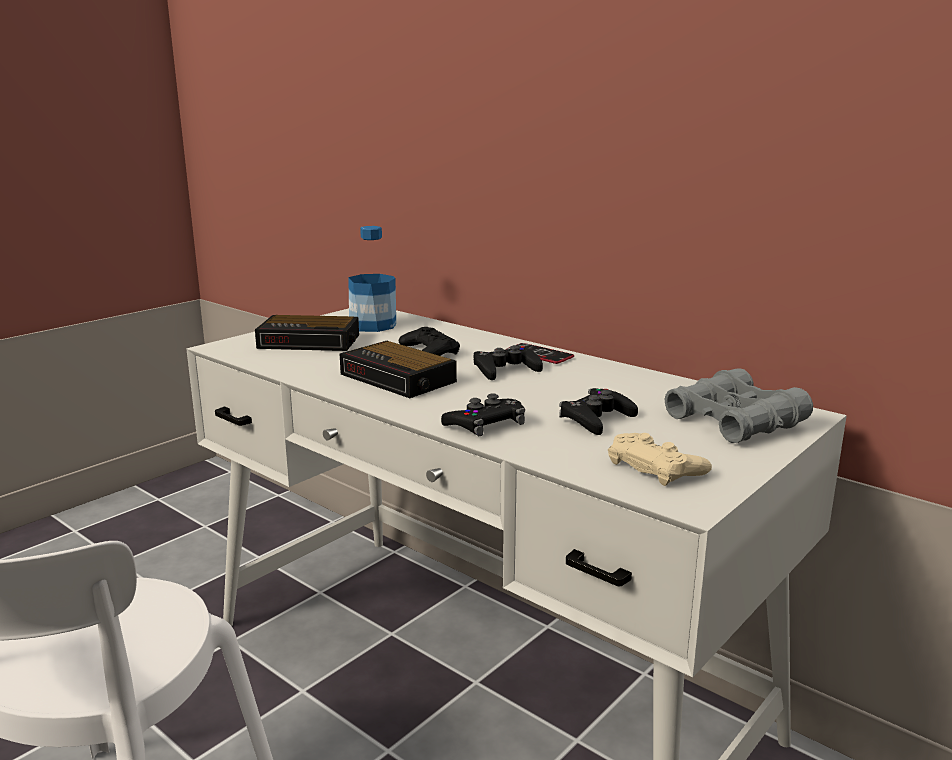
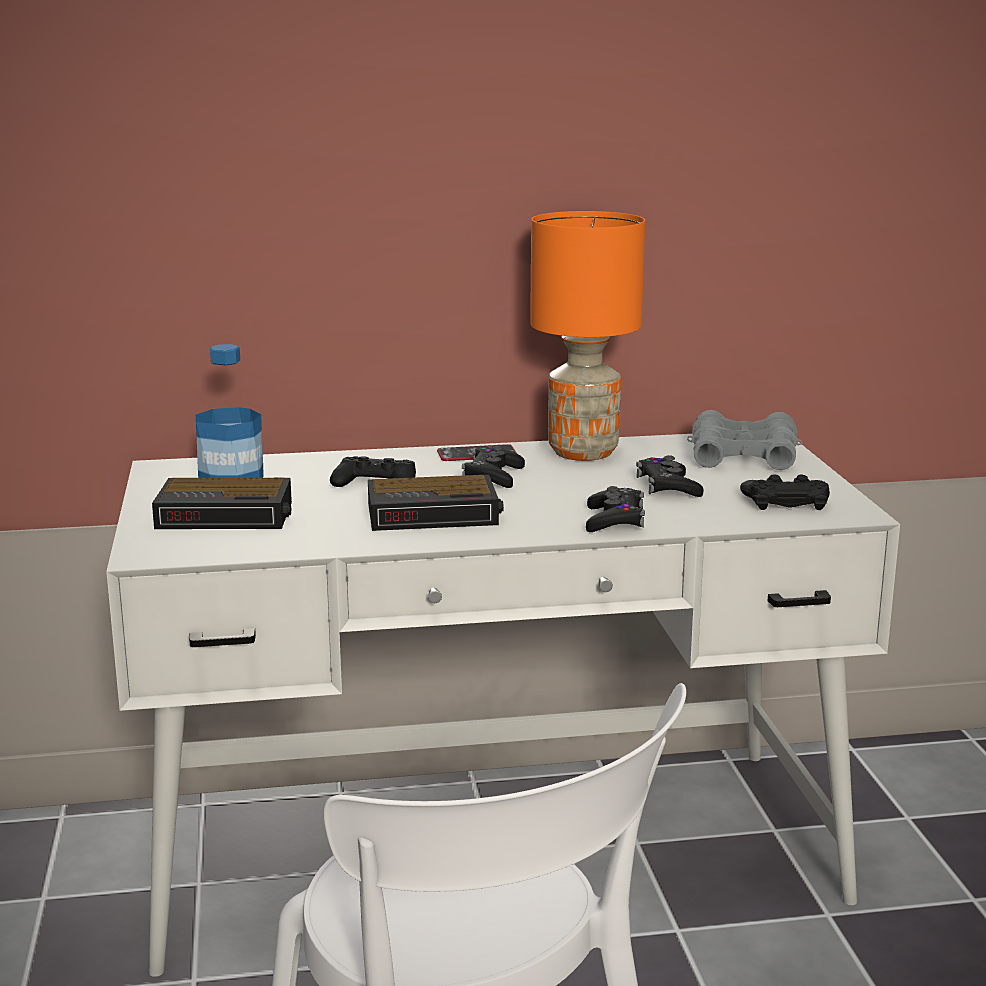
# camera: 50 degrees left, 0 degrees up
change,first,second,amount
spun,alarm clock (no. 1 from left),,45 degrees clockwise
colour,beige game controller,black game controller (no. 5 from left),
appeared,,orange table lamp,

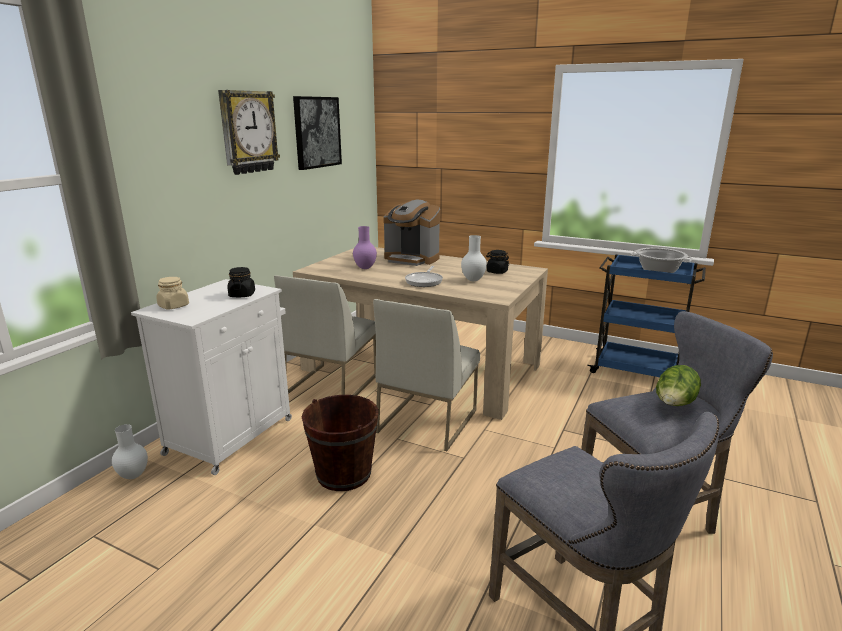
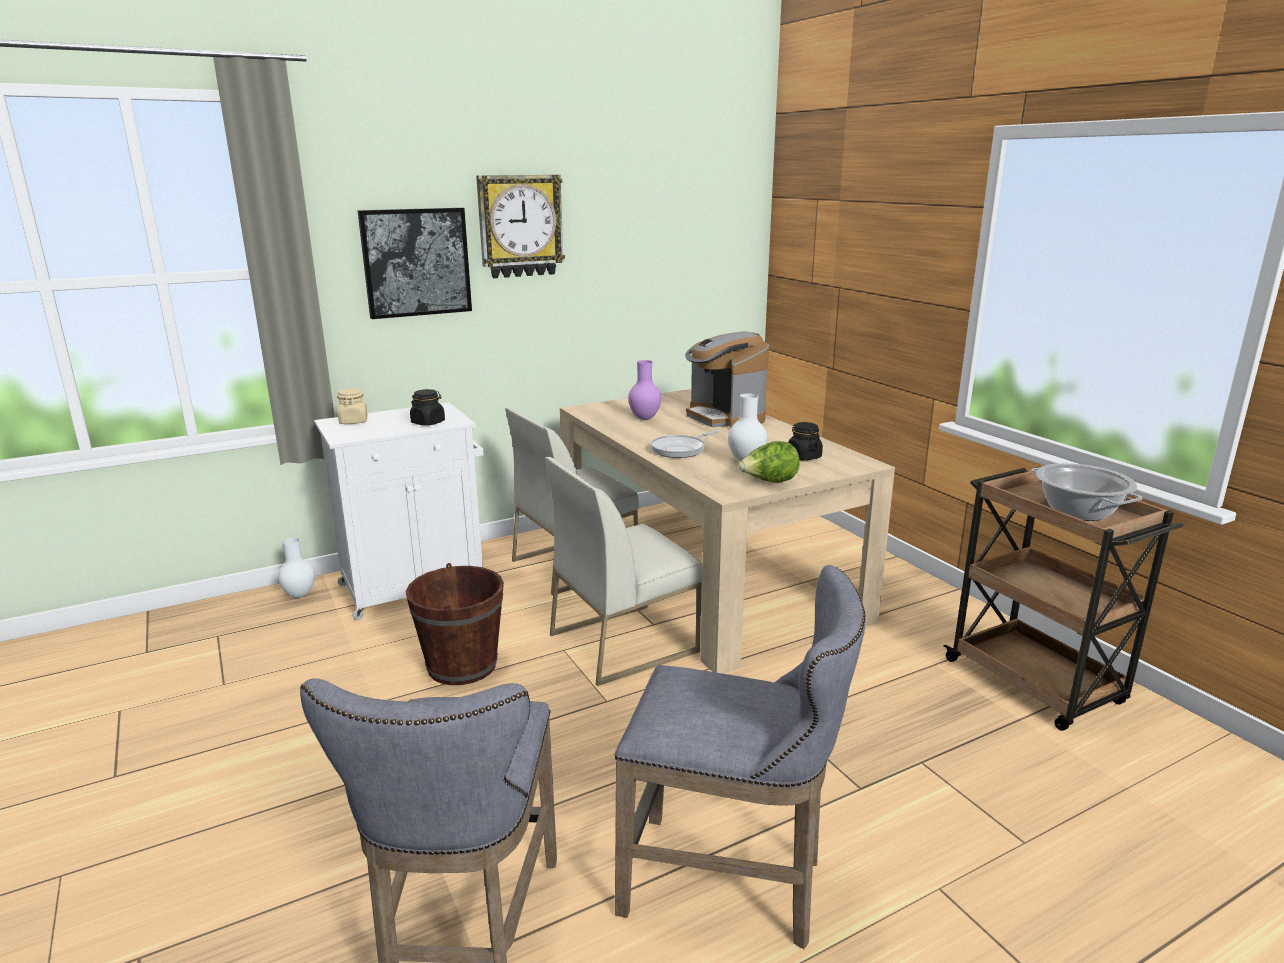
# camera: 35 degrees right, 0 degrees up
change,first,second,amount
relocated,picture,,
colour,blue cart,brown cart,
relocated,lettuce,,

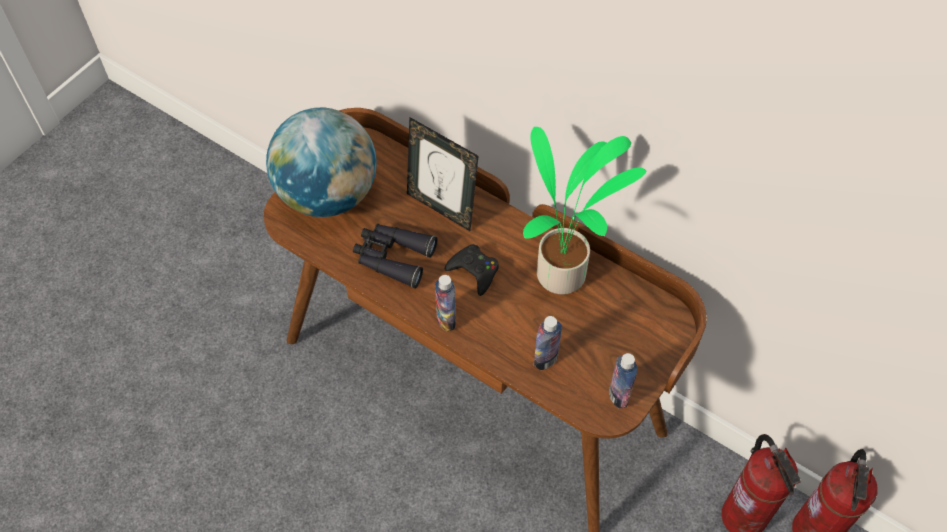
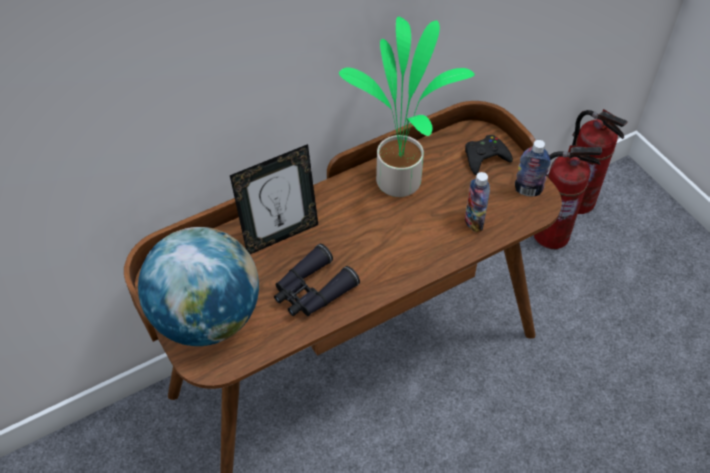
# camera: 65 degrees left, 5 degrees down
change,first,second,amount
relocated,black game controller,,
missing,bottle (no. 1 from left),,

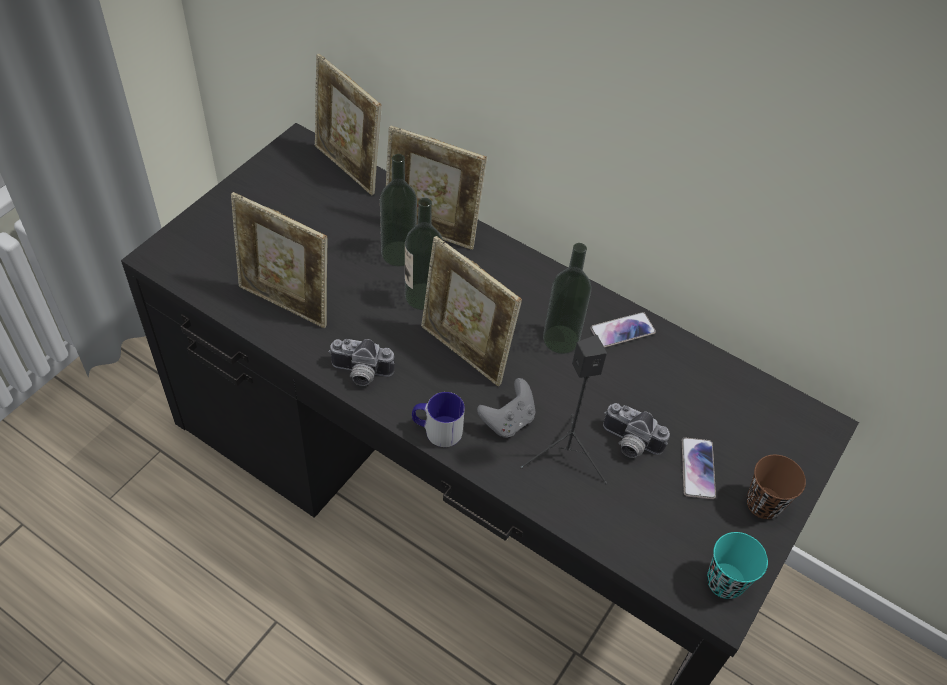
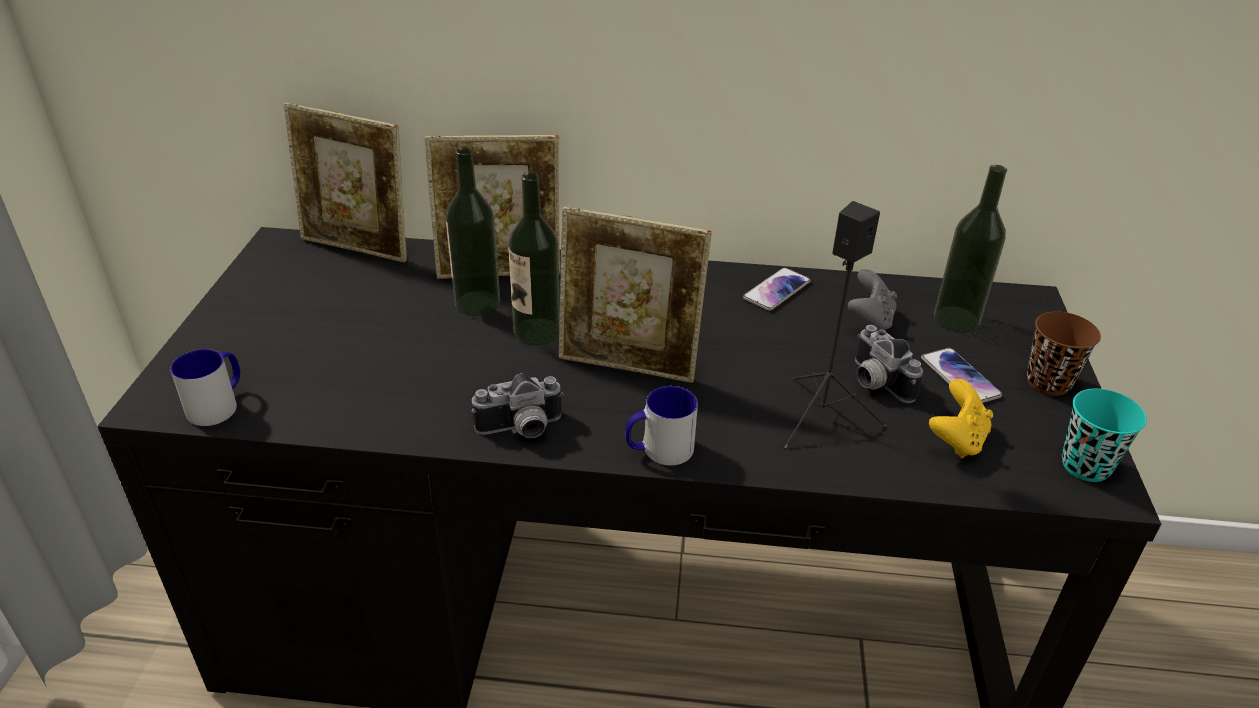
# camera: 25 degrees left, 15 degrees down
change,first,second,amount
missing,picture frame (no. 1 from left),,
relocated,bottle (no. 3 from left),,
relocated,grey game controller,,
spun,photo camera (no. 2 from left),,60 degrees clockwise
appeared,,mug (no. 1 from left),
appeared,,yellow game controller,

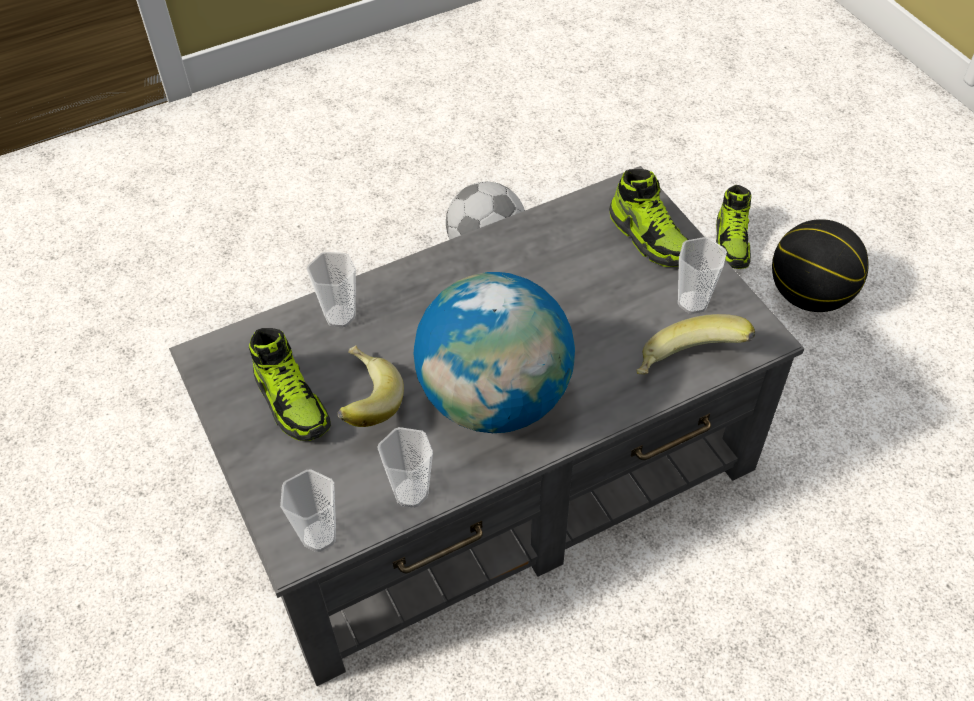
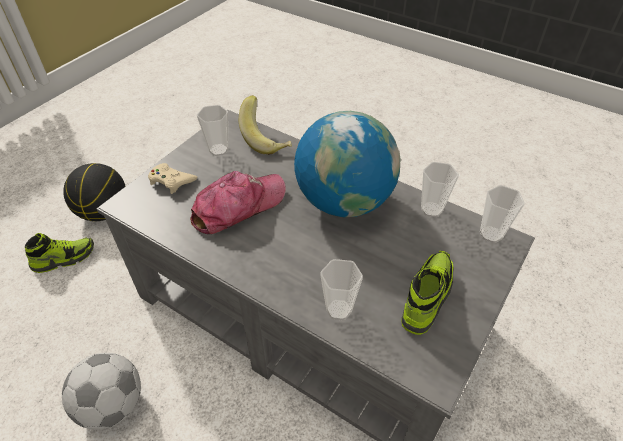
# camera: 120 degrees left, 5 degrees down
change,first,second,amount
exchanged,shoe (no. 2 from left),beige game controller,
missing,banana (no. 1 from left),,
appeared,,cap,

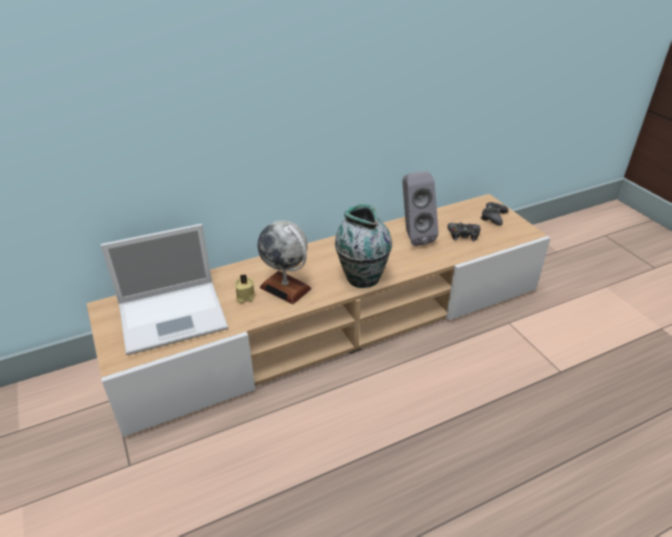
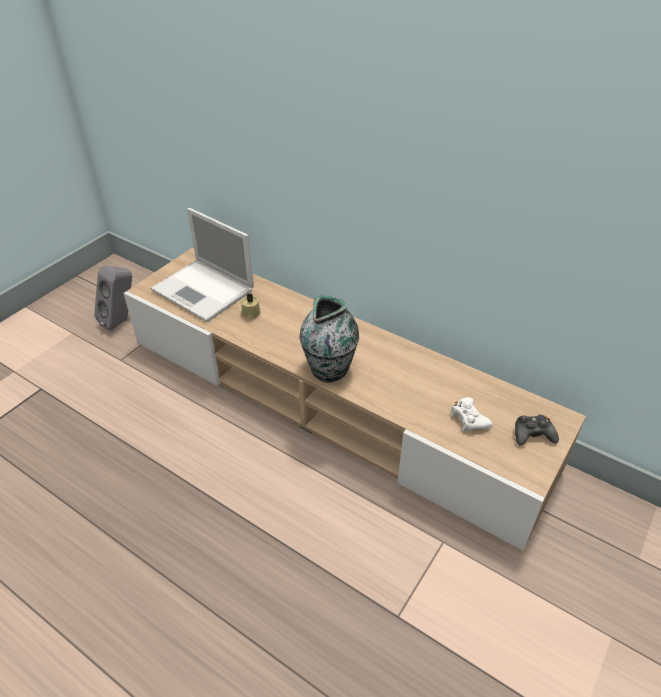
# camera: 60 degrees right, 5 degrees up
change,first,second,amount
relocated,grey speaker,,
missing,globe,,
colour,black game controller (no. 1 from left),white game controller,

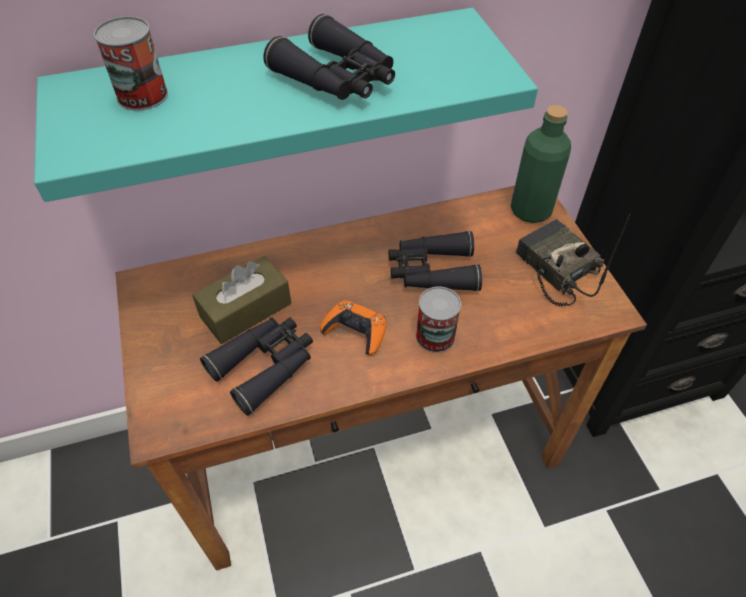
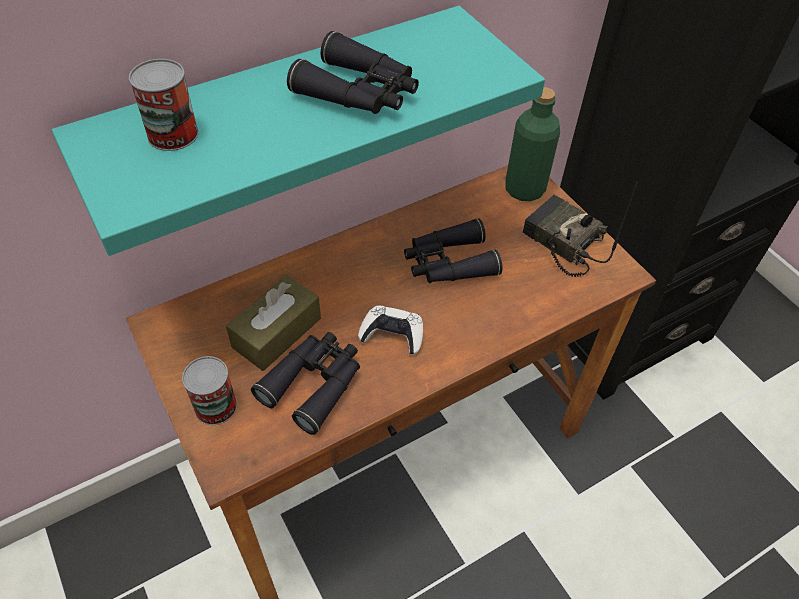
# camera: 15 degrees left, 0 degrees up
change,first,second,amount
relocated,can (no. 2 from left),,
colour,orange game controller,white game controller,

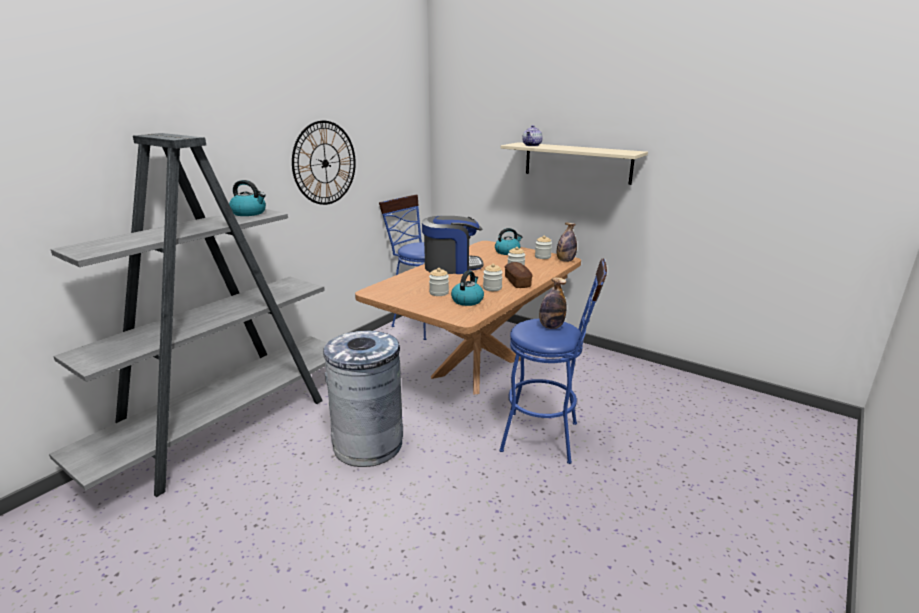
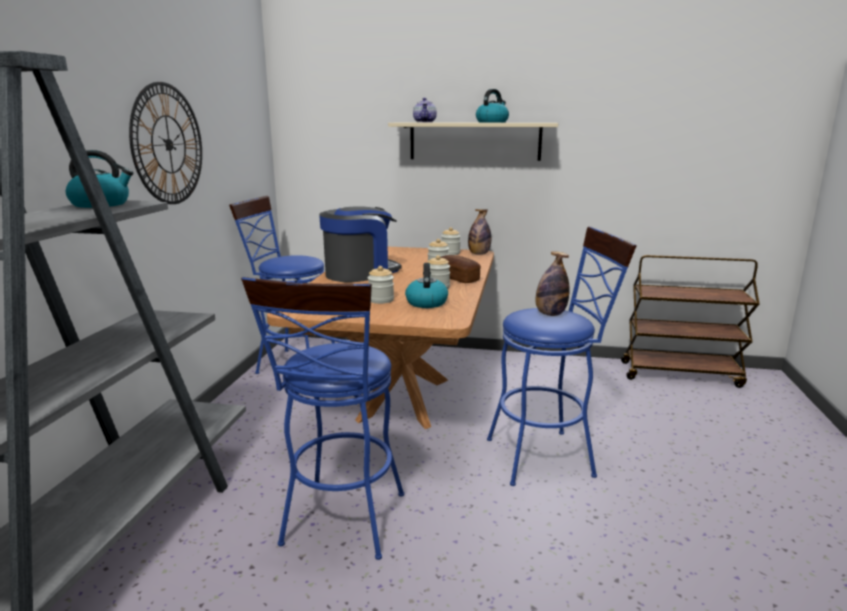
# camera: 25 degrees left, 5 degrees down
change,first,second,amount
relocated,kettle (no. 3 from left),,
exchanged,grey trash can,blue stool (no. 2 from left),
appeared,,brown cart,

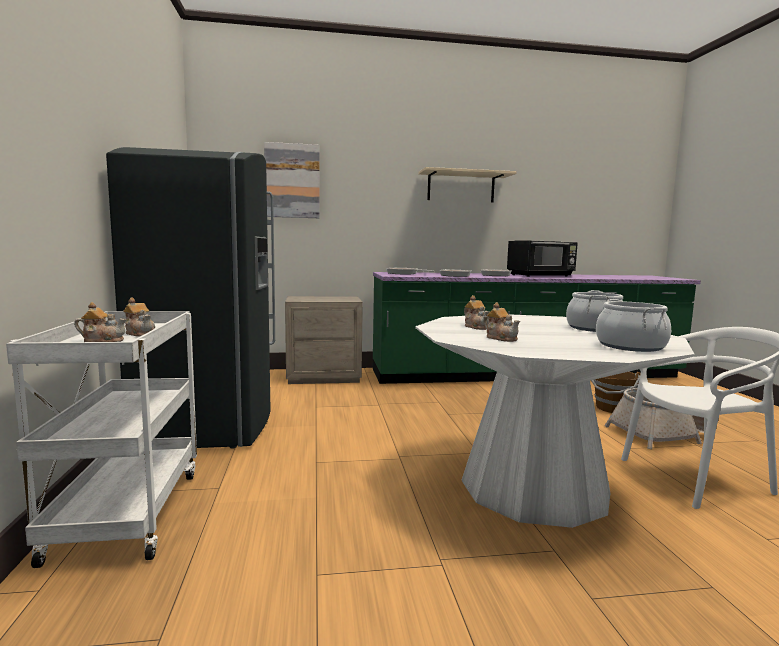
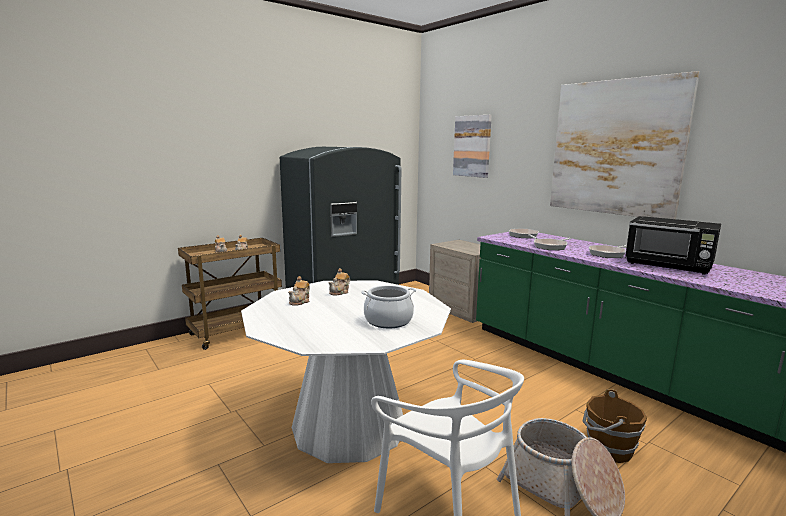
# camera: 60 degrees right, 5 degrees up
change,first,second,amount
exchanged,beige shelf,picture (no. 2 from left),
missing,cooking pot (no. 2 from left),,
colour,white cart,brown cart,

